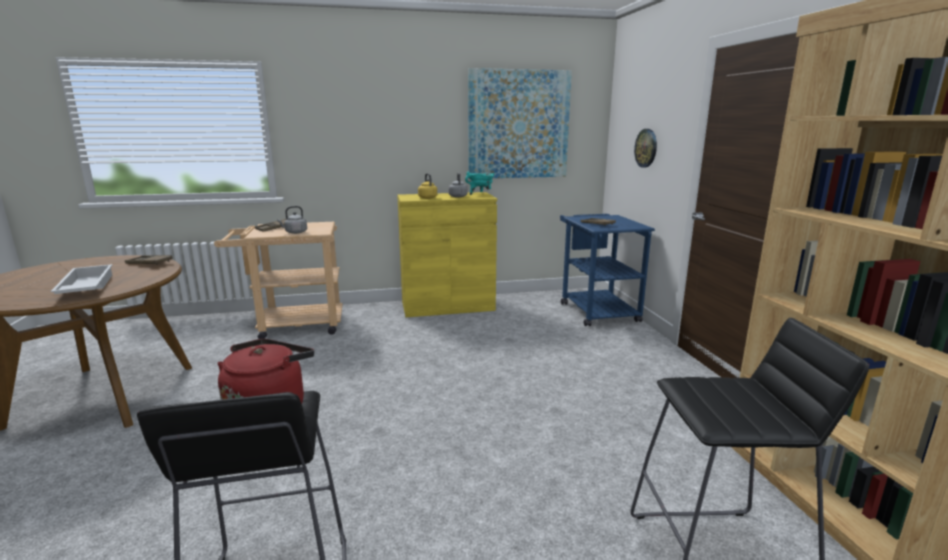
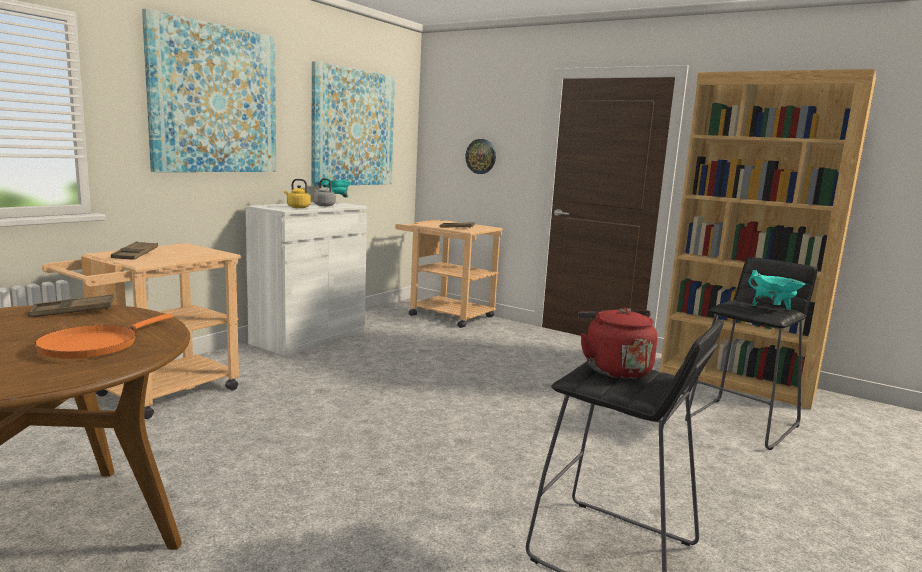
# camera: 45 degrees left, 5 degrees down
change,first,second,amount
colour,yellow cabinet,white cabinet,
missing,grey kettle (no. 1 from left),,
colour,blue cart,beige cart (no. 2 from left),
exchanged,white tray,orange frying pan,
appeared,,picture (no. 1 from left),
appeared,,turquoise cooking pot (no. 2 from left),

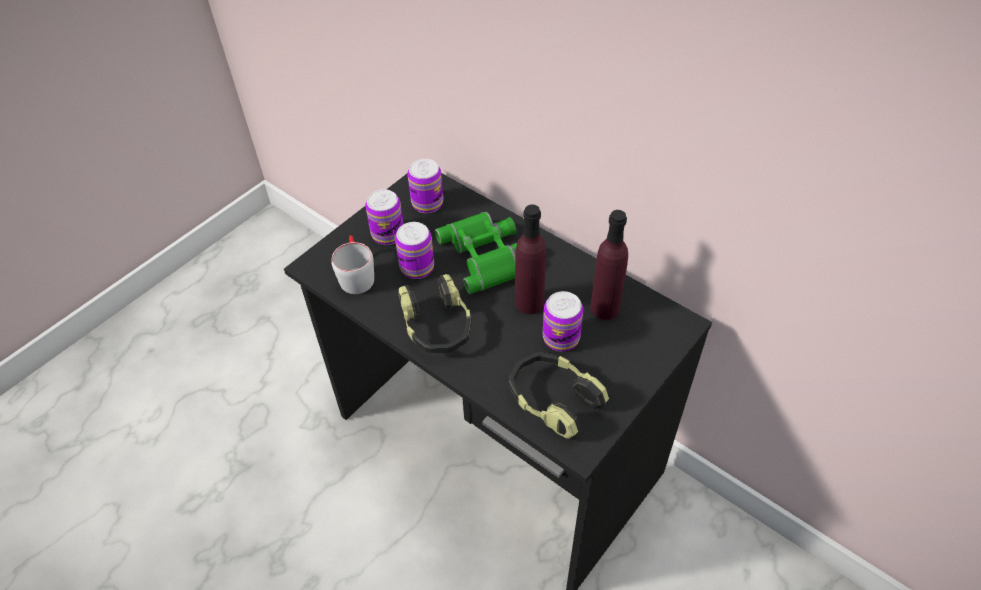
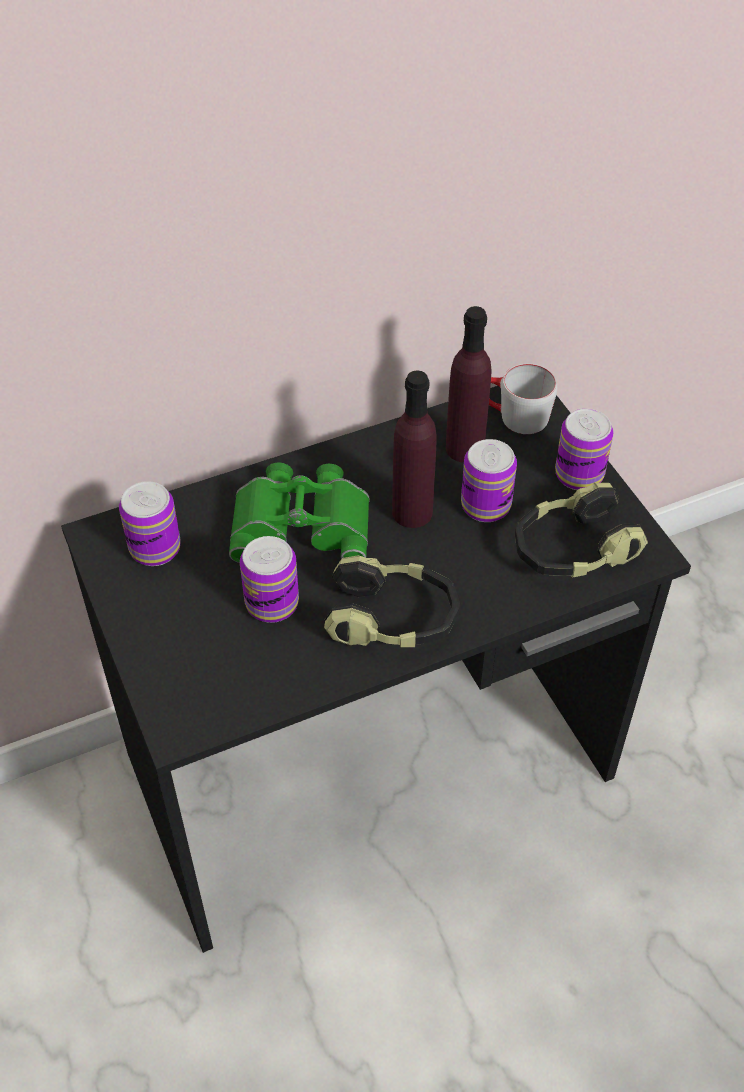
# camera: 65 degrees left, 0 degrees up
change,first,second,amount
relocated,can (no. 1 from left in the first image),can (no. 4 from left),
relocated,grey mug,,

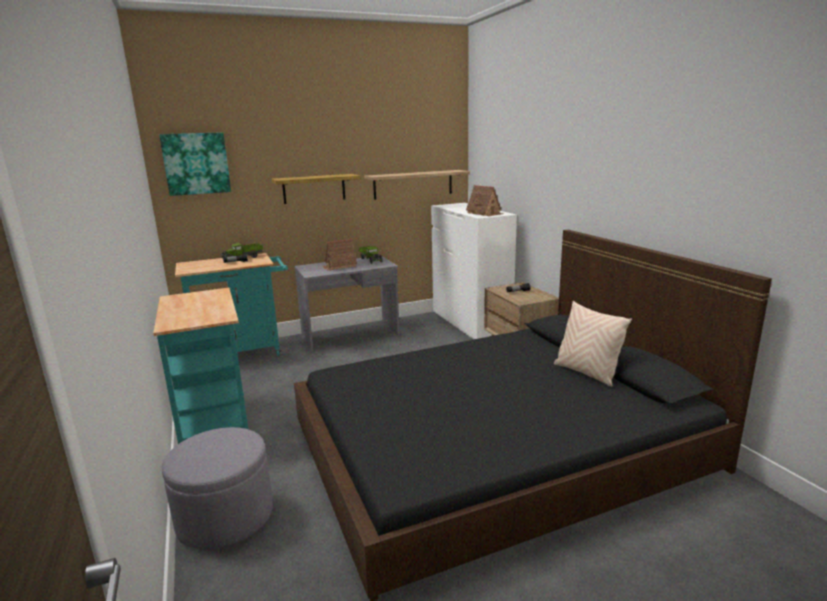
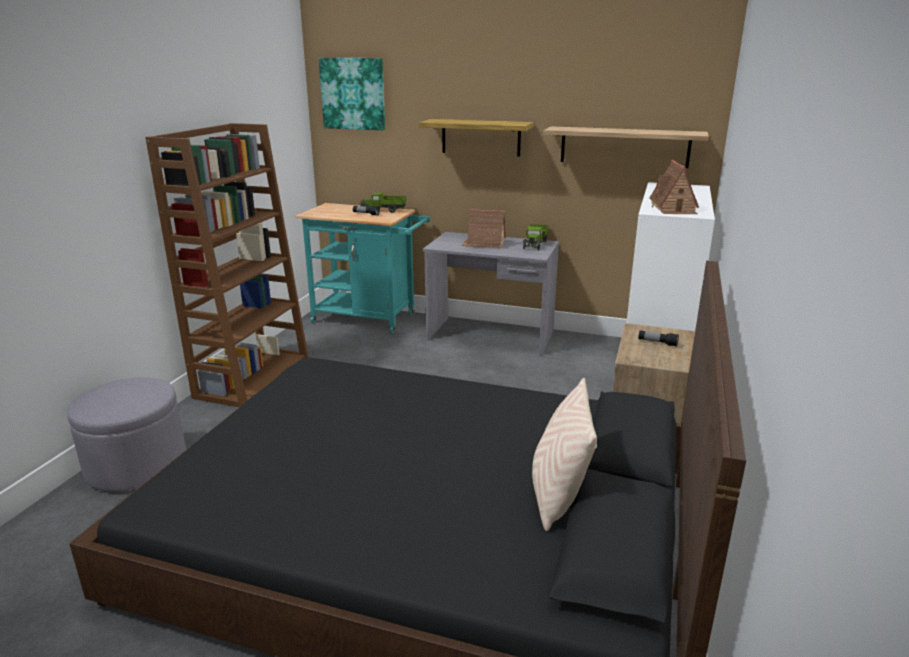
# camera: 40 degrees right, 5 degrees up
change,first,second,amount
exchanged,turquoise cart (no. 1 from left),brown bookcase,

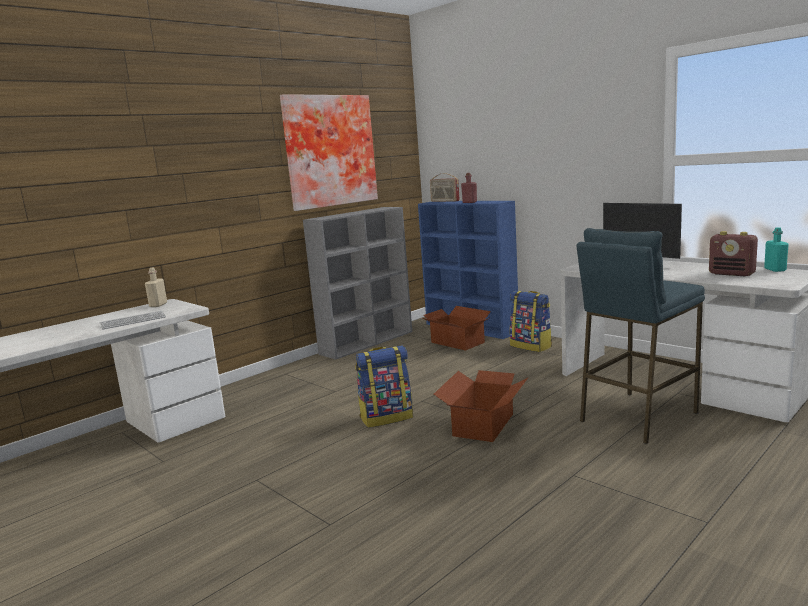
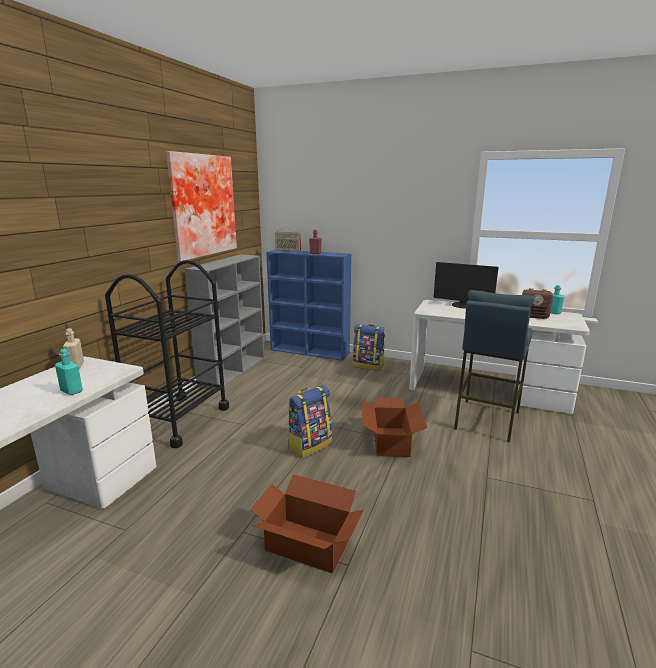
# camera: 25 degrees left, 5 degrees up
change,first,second,amount
relocated,cardboard box (no. 1 from left),,
exchanged,keyboard,turquoise bottle (no. 1 from left),
appeared,,black cart,

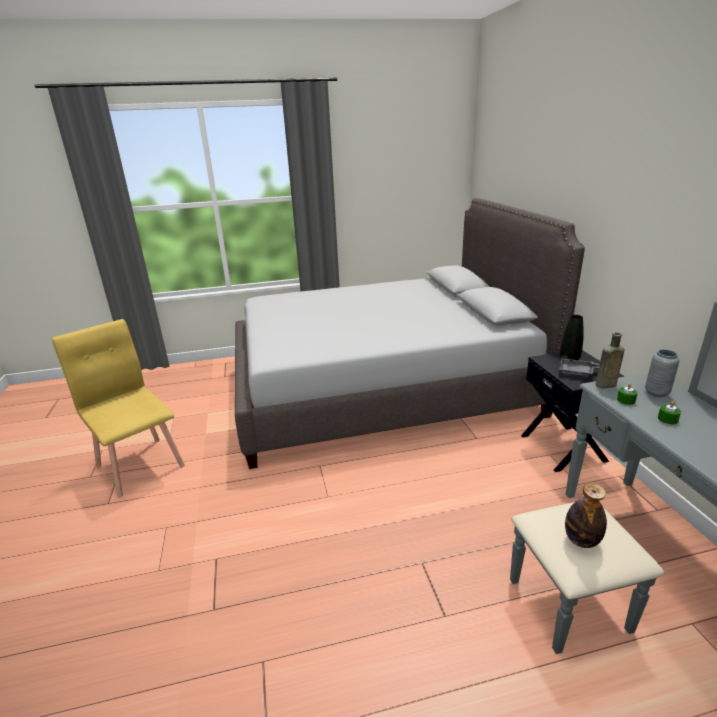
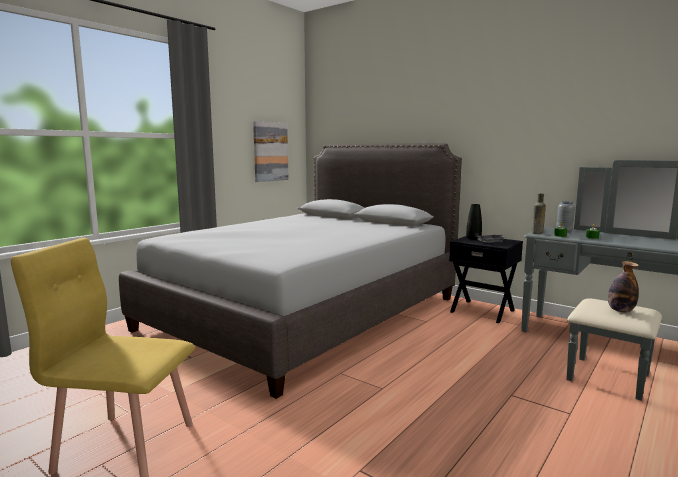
# camera: 40 degrees left, 15 degrees down
change,first,second,amount
appeared,,picture,

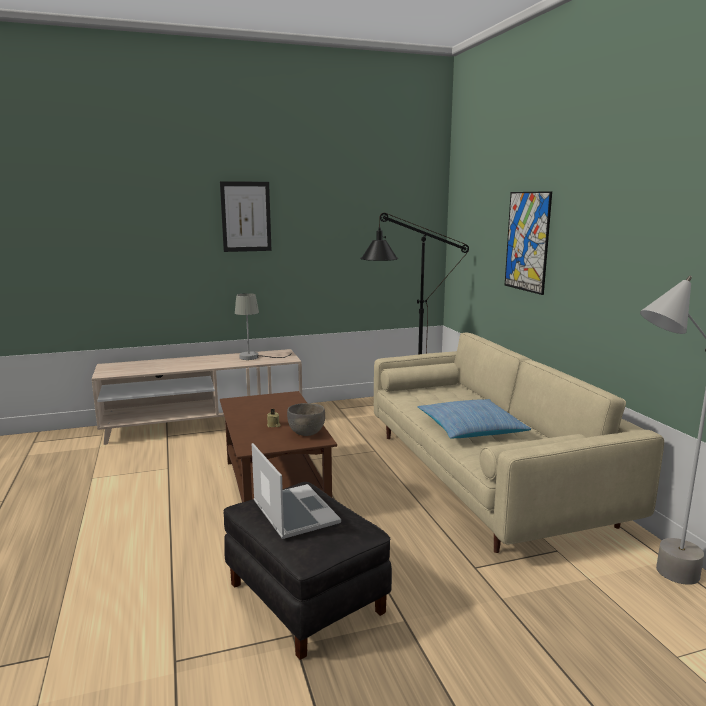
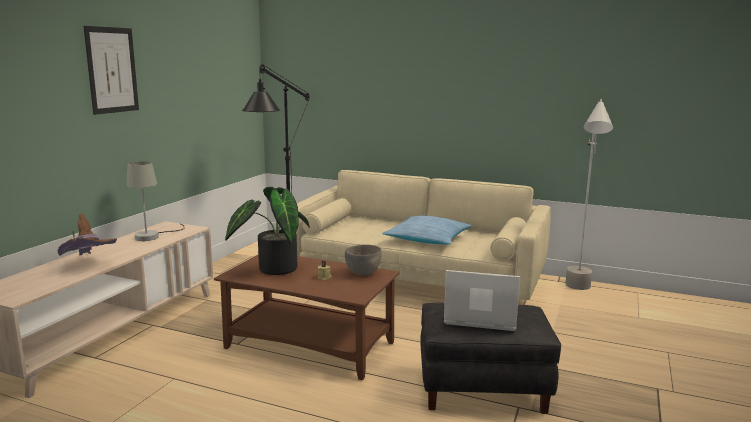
# camera: 50 degrees left, 0 degrees up
change,first,second,amount
missing,picture (no. 2 from left),,
appeared,,potted plant,
appeared,,brown hat,

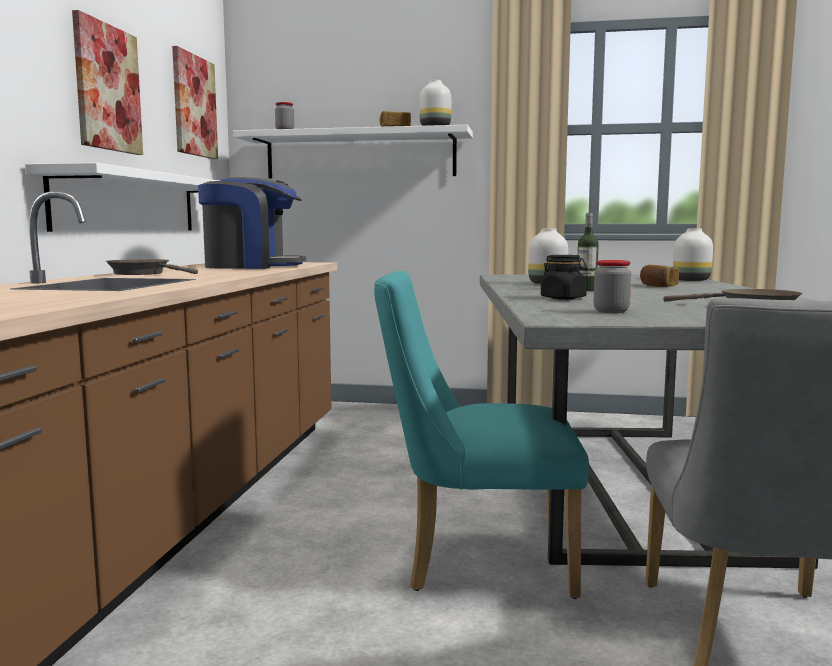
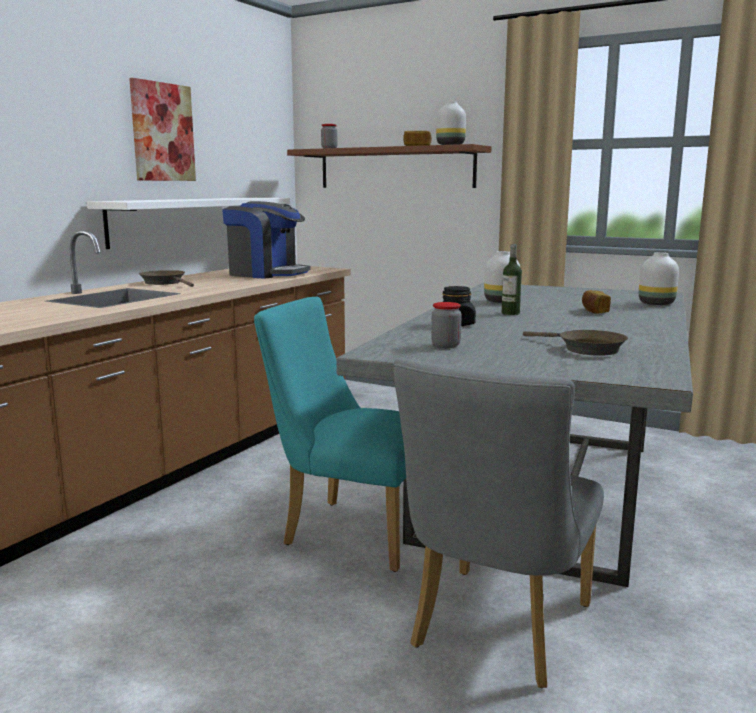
# camera: 20 degrees right, 5 degrees up
change,first,second,amount
missing,picture (no. 2 from left),,
colour,white shelf (no. 2 from left),brown shelf,

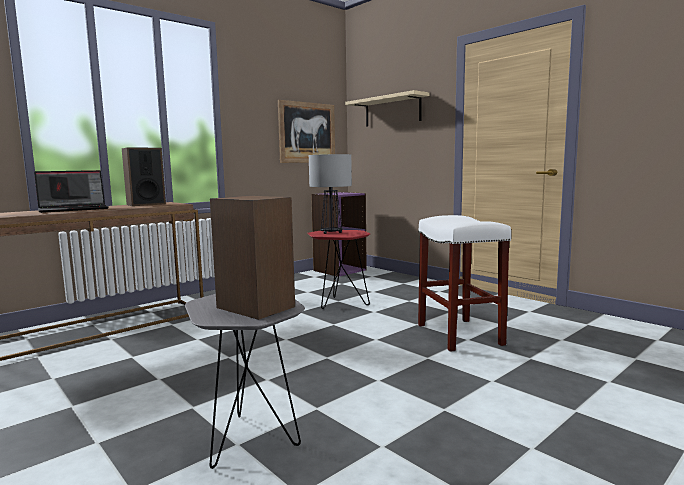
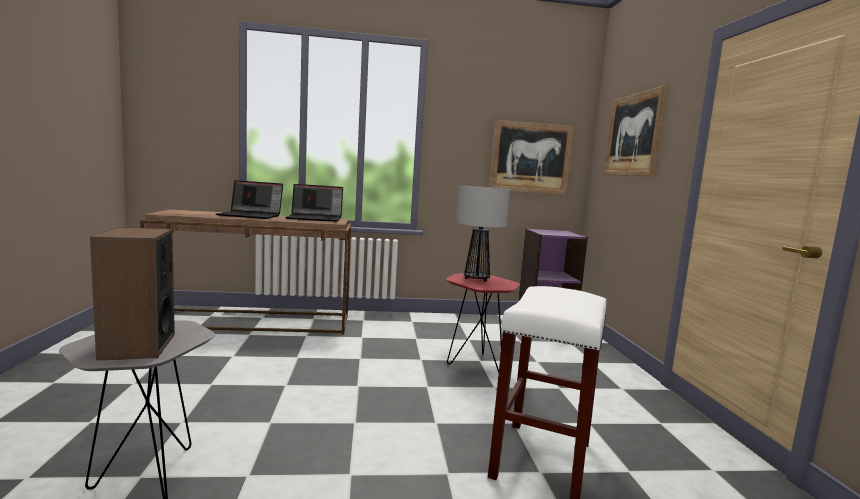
# camera: 35 degrees right, 0 degrees up
change,first,second,amount
exchanged,beige shelf,picture (no. 2 from left),
exchanged,speaker (no. 1 from left),laptop (no. 2 from left),

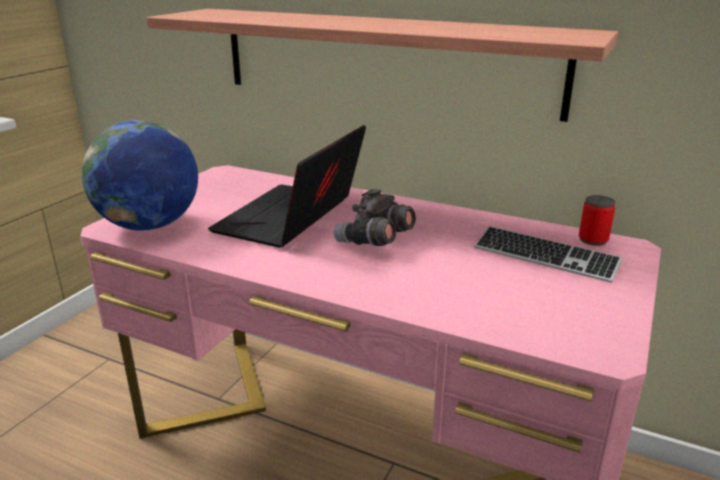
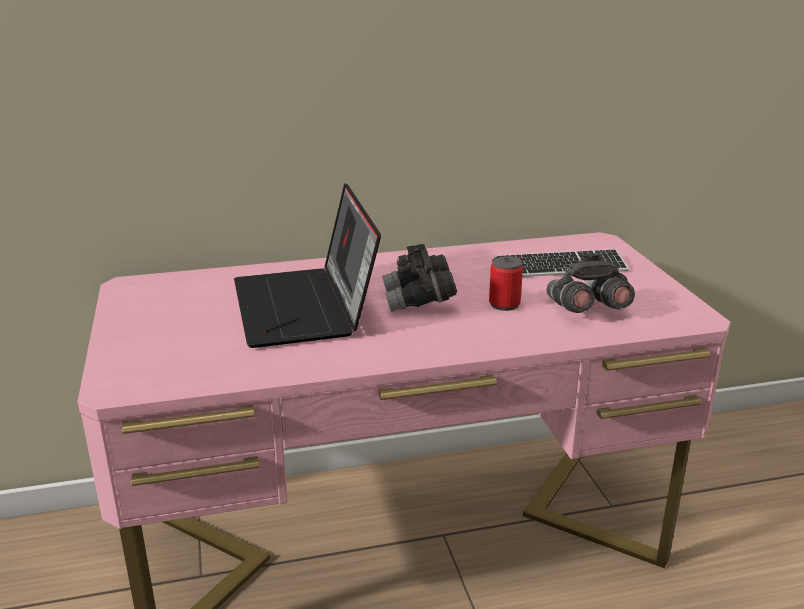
# camera: 40 degrees left, 0 degrees up
change,first,second,amount
missing,shelf,,
missing,globe,,
relocated,can,,
appeared,,grey binoculars (no. 2 from left),

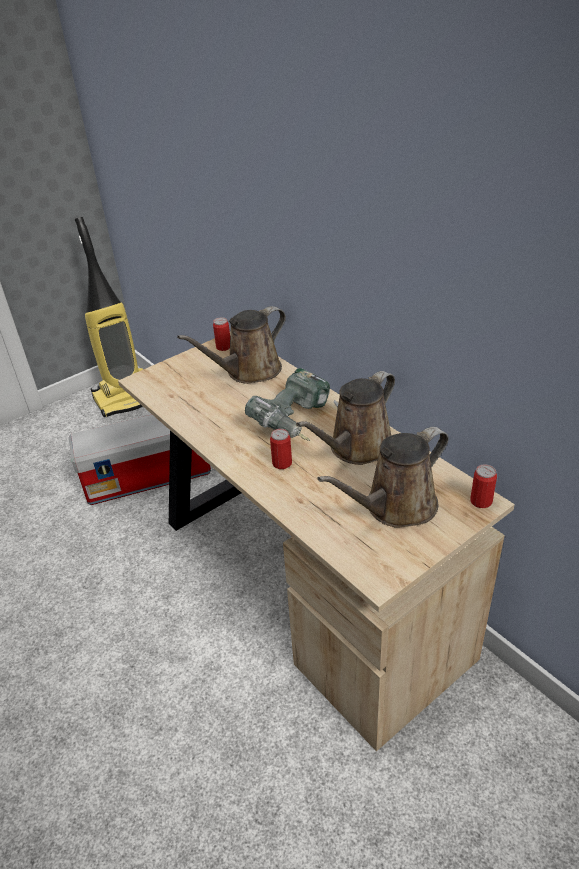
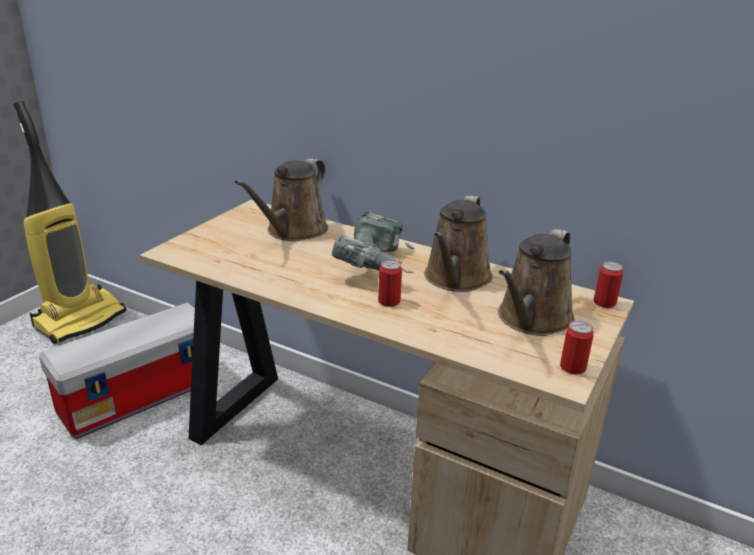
# camera: 25 degrees left, 10 degrees down
change,first,second,amount
relocated,can (no. 1 from left in the first image),can (no. 2 from left),

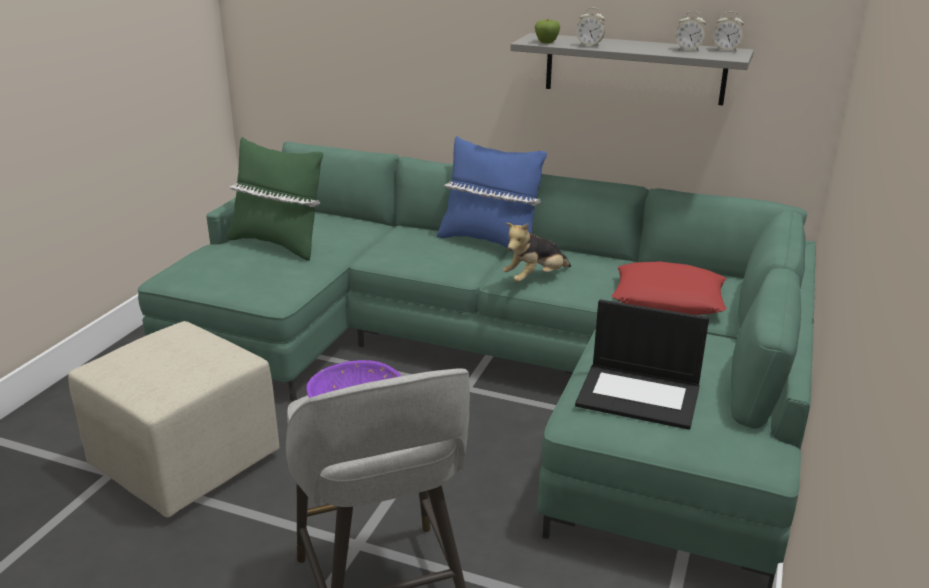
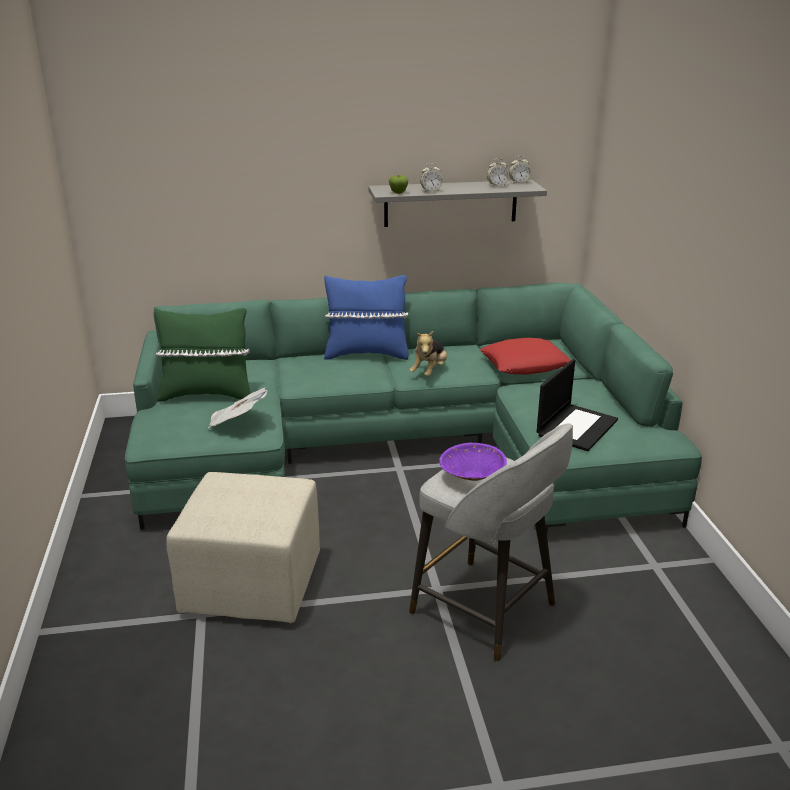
# camera: 30 degrees left, 0 degrees up
change,first,second,amount
spun,laptop,,45 degrees counterclockwise
appeared,,newspaper,

